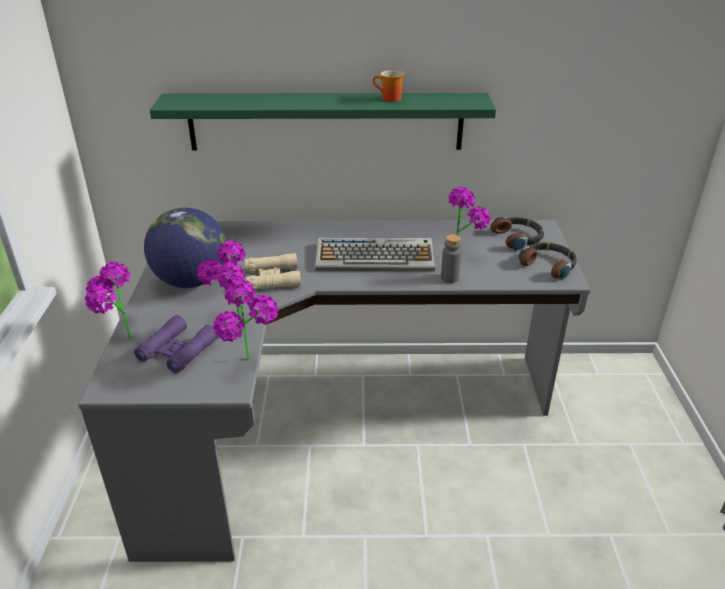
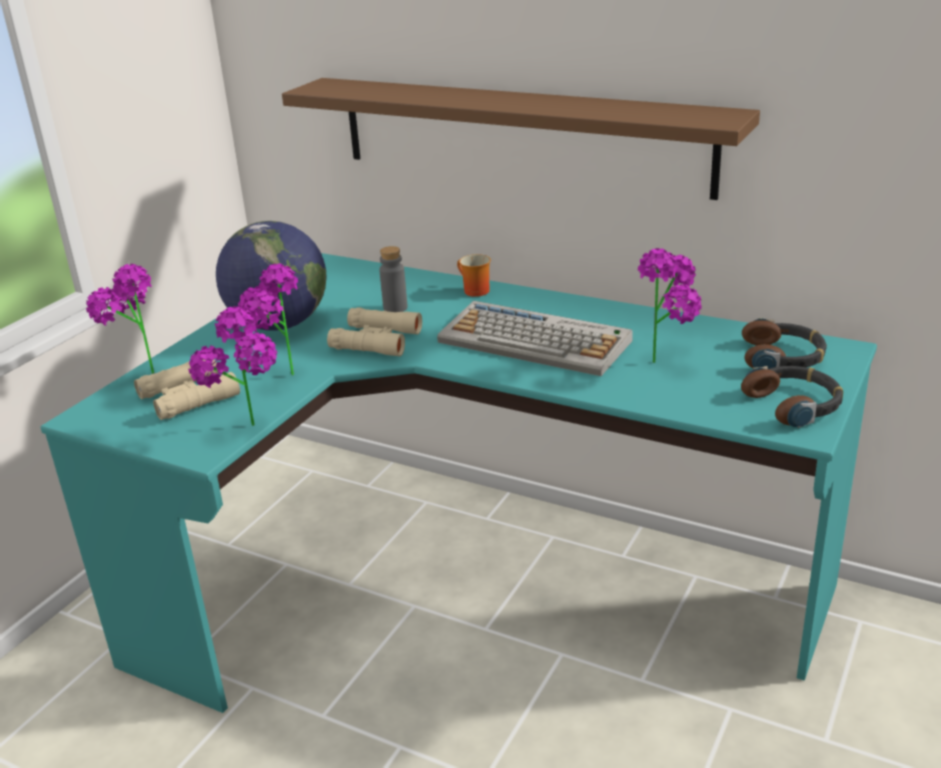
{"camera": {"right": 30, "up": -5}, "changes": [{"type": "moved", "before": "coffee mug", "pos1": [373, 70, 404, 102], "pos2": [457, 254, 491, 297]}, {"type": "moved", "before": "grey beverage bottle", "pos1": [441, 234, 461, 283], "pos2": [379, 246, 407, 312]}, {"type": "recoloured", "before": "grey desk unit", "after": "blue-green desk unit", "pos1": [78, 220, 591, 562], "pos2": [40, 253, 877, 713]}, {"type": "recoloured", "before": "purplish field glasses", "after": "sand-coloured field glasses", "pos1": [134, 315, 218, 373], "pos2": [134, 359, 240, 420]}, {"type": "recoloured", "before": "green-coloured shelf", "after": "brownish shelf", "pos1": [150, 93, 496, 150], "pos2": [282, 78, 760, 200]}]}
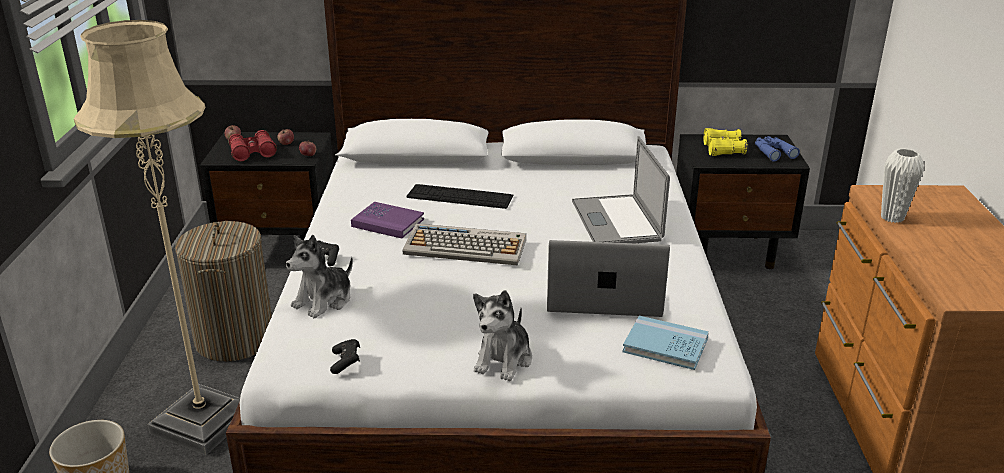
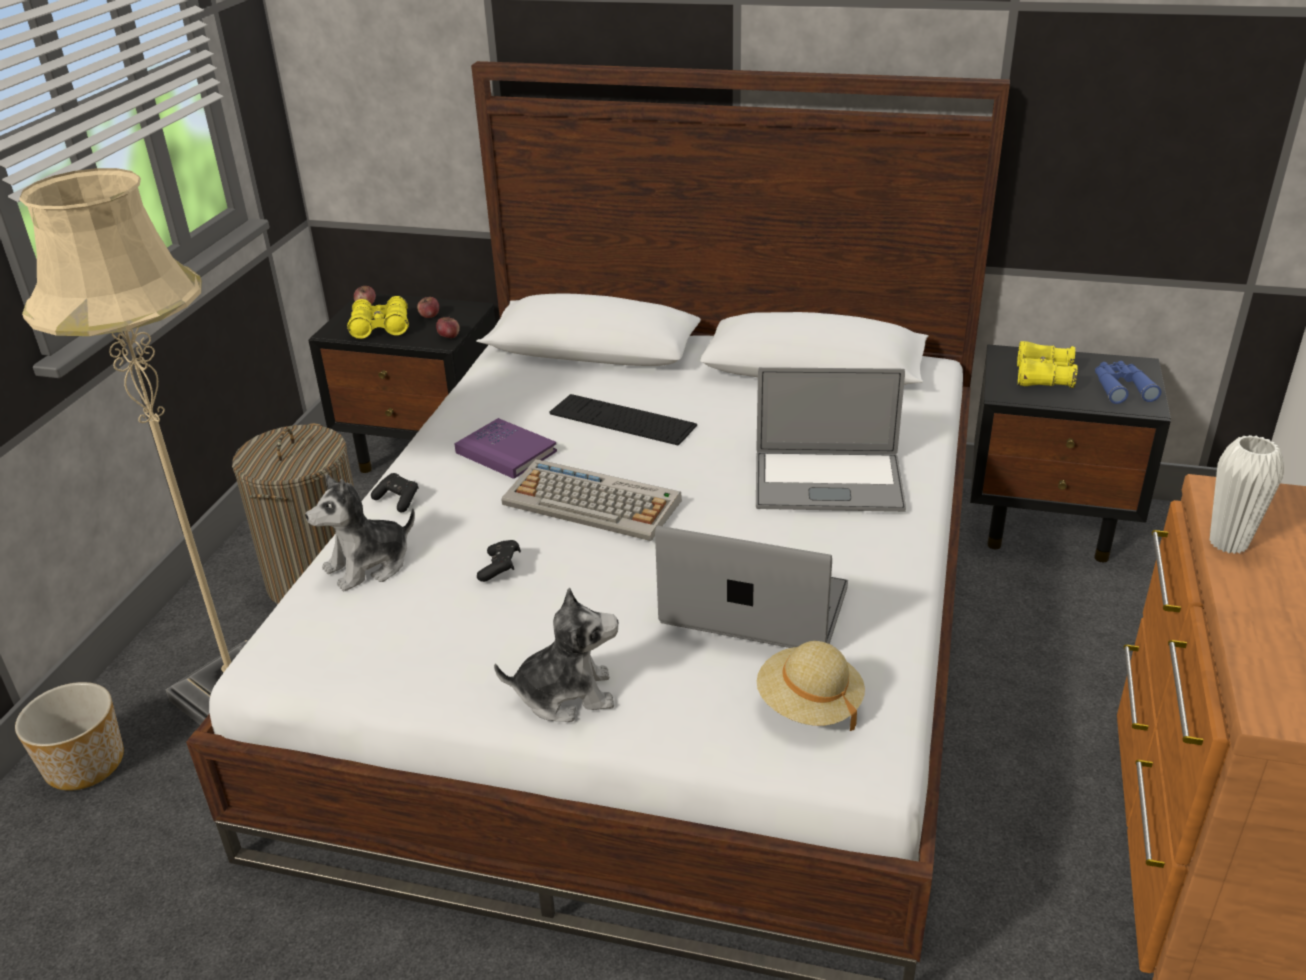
{"camera": {"right": 15, "up": 5}, "changes": [{"type": "moved", "before": "blackish gamepad", "pos1": [330, 339, 360, 374], "pos2": [477, 540, 521, 582]}, {"type": "replaced", "before": "blue volume", "after": "sand-coloured wearable hat", "pos1": [622, 316, 709, 370], "pos2": [757, 641, 865, 731]}, {"type": "recoloured", "before": "reddish field glasses", "after": "yellow-coloured field glasses", "pos1": [228, 130, 277, 162], "pos2": [347, 296, 409, 339]}, {"type": "turned", "before": "cuddly toy", "pos1": [473, 290, 532, 381], "pos2": [494, 588, 618, 722], "turn": -135}, {"type": "turned", "before": "notebook computer", "pos1": [572, 136, 670, 243], "pos2": [756, 367, 906, 512], "turn": -90}]}
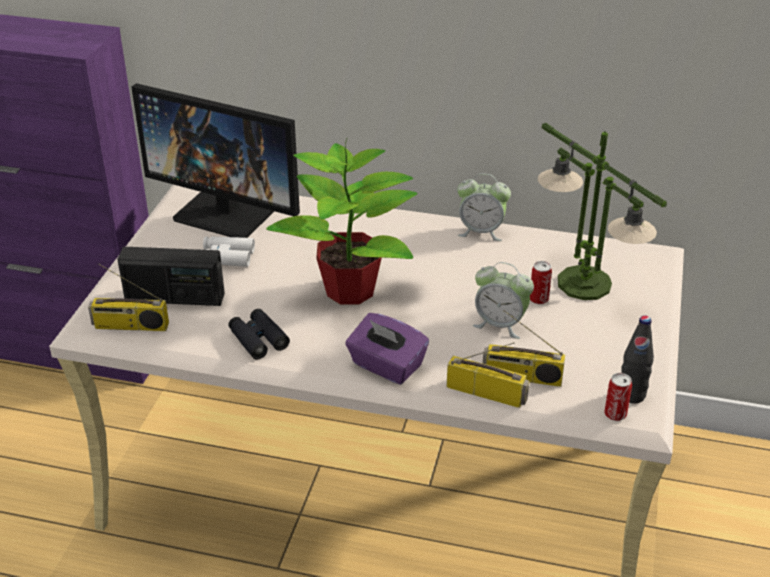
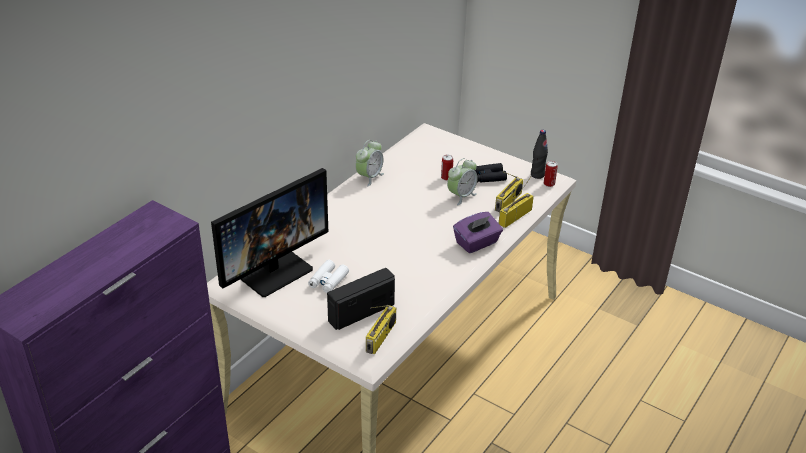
{"camera": {"right": -70, "up": 0}, "changes": [{"type": "removed", "before": "potted plant", "pos1": [266, 137, 418, 305]}, {"type": "removed", "before": "lamp for a table", "pos1": [538, 123, 667, 300]}, {"type": "moved", "before": "blackish field glasses", "pos1": [228, 309, 290, 359], "pos2": [475, 163, 507, 183]}, {"type": "turned", "before": "radio", "pos1": [117, 247, 225, 306], "pos2": [327, 268, 395, 330], "turn": -150}]}
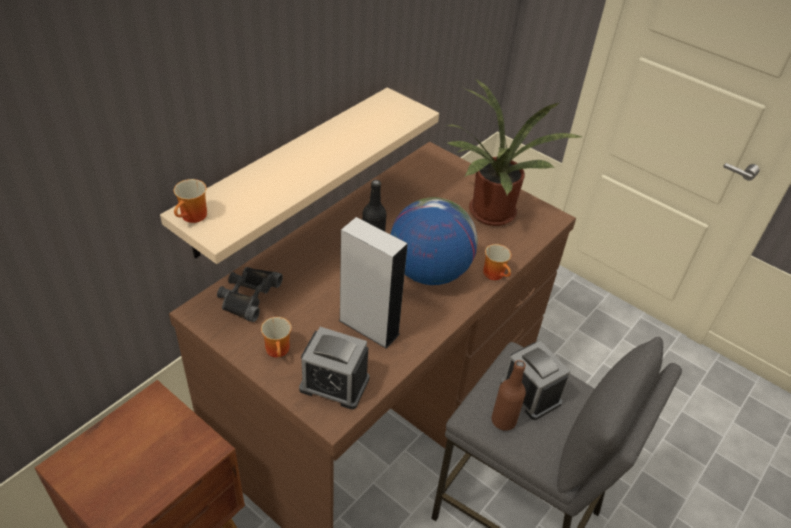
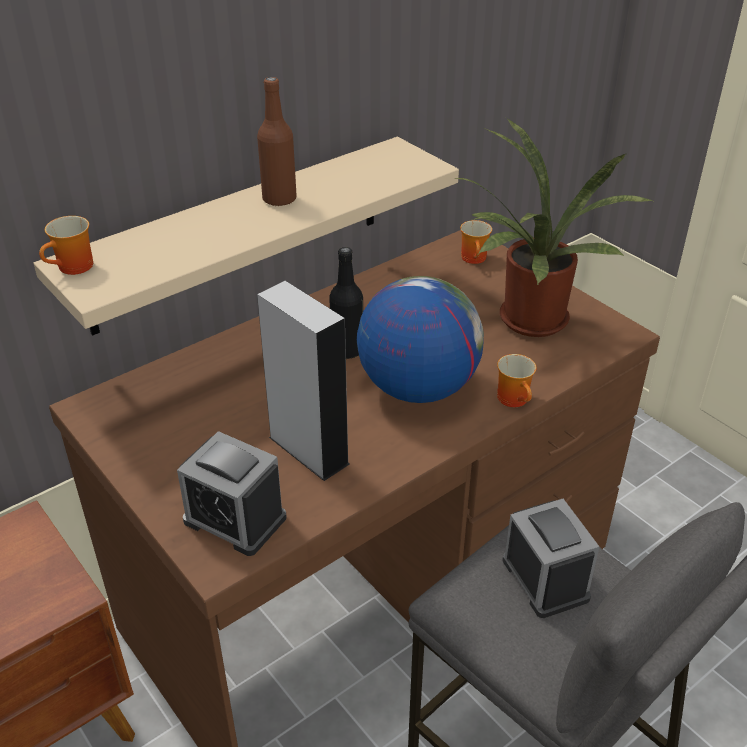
{"camera": {"right": 15, "up": -5}, "changes": [{"type": "removed", "before": "blackish field glasses", "pos1": [217, 267, 283, 322]}, {"type": "moved", "before": "coffee mug", "pos1": [261, 317, 292, 357], "pos2": [460, 220, 492, 264]}, {"type": "moved", "before": "brownish beverage bottle", "pos1": [491, 360, 526, 431], "pos2": [257, 77, 297, 207]}]}
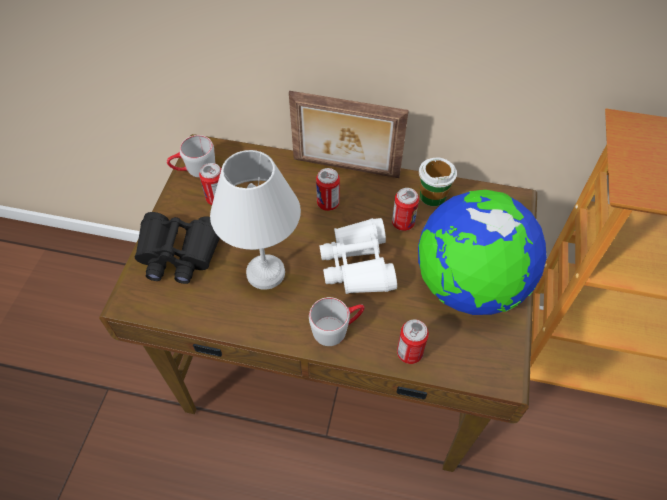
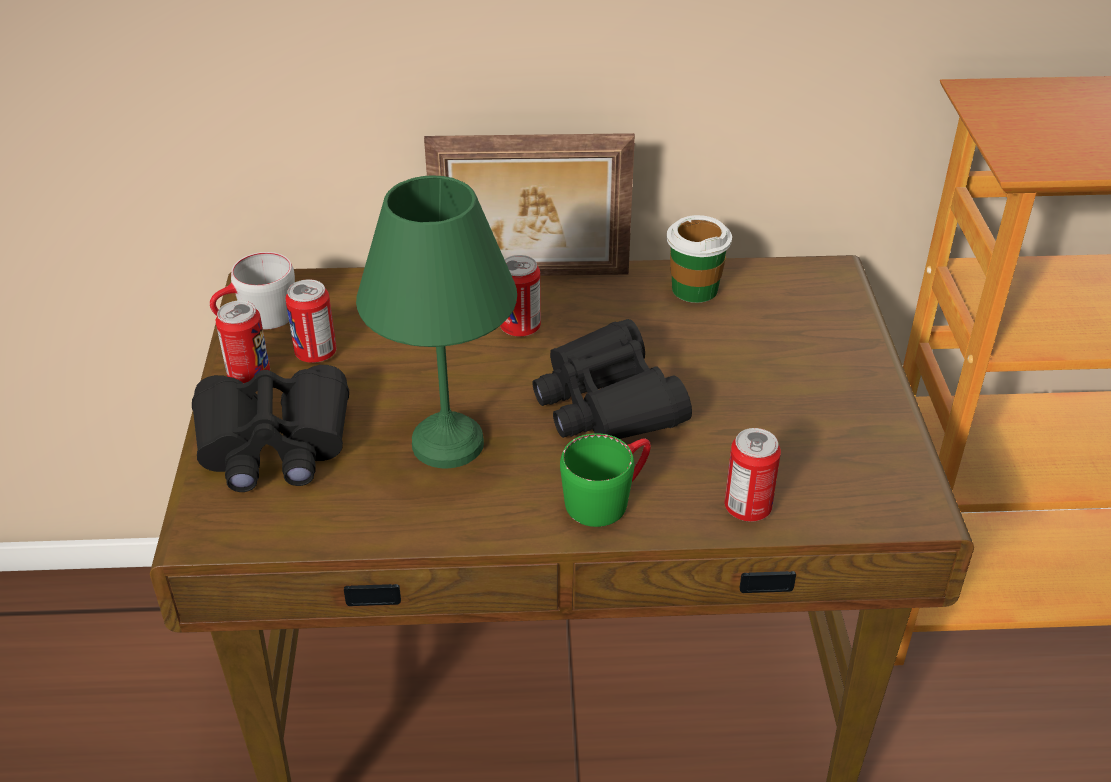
{"camera": {"right": -15, "up": -15}, "changes": [{"type": "removed", "before": "world globe", "pos1": [418, 190, 547, 315]}, {"type": "moved", "before": "sealed can", "pos1": [392, 188, 419, 231], "pos2": [216, 300, 270, 383]}, {"type": "recoloured", "before": "white-coloured lamp for a table", "after": "green-coloured lamp for a table", "pos1": [210, 150, 301, 290], "pos2": [356, 175, 517, 469]}, {"type": "recoloured", "before": "grey coffee mug", "after": "green-coloured coffee mug", "pos1": [309, 297, 365, 346], "pos2": [560, 433, 651, 527]}, {"type": "recoloured", "before": "white-coloured field glasses", "after": "blackish field glasses", "pos1": [319, 218, 397, 294], "pos2": [532, 319, 692, 439]}]}
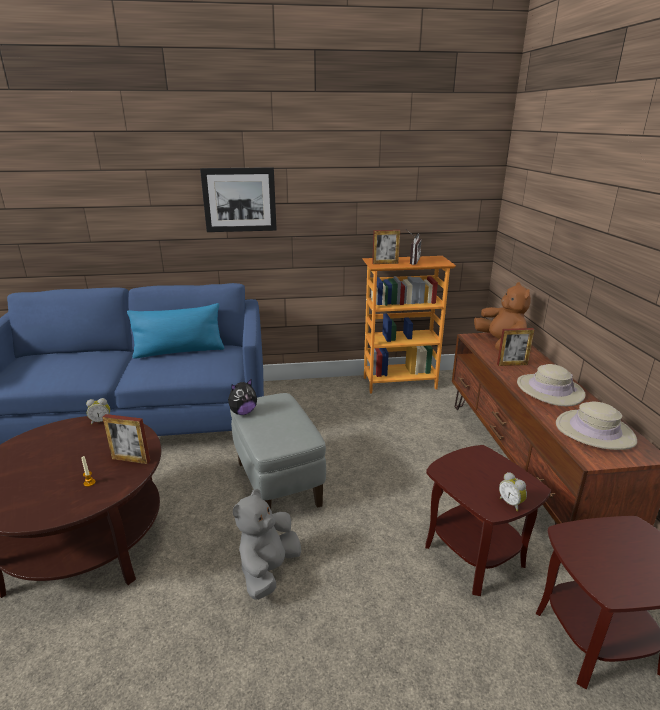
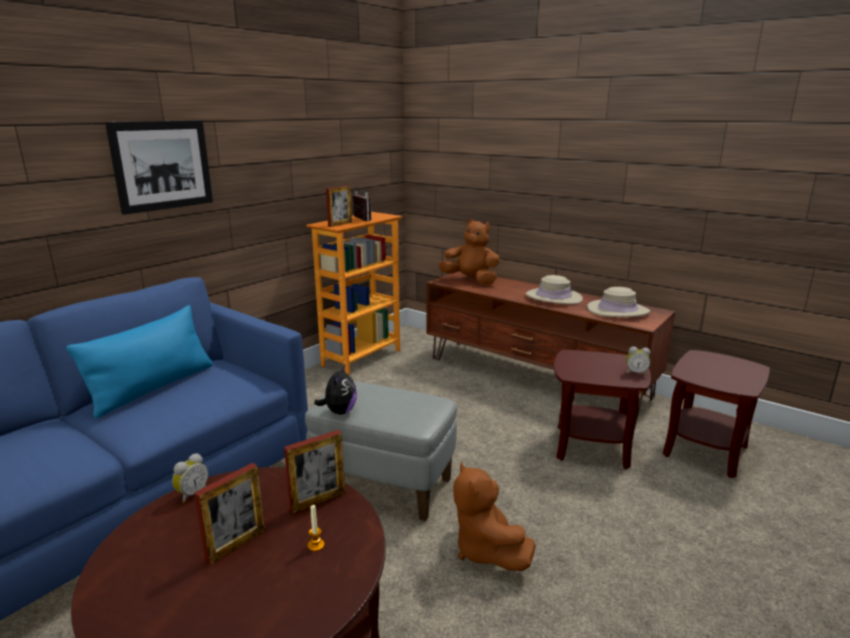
{"camera": {"right": -45, "up": -5}, "changes": [{"type": "moved", "before": "standing frame", "pos1": [497, 328, 535, 366], "pos2": [194, 463, 265, 565]}, {"type": "recoloured", "before": "grey cuddly toy", "after": "brownish cuddly toy", "pos1": [233, 489, 301, 600], "pos2": [453, 462, 536, 571]}]}
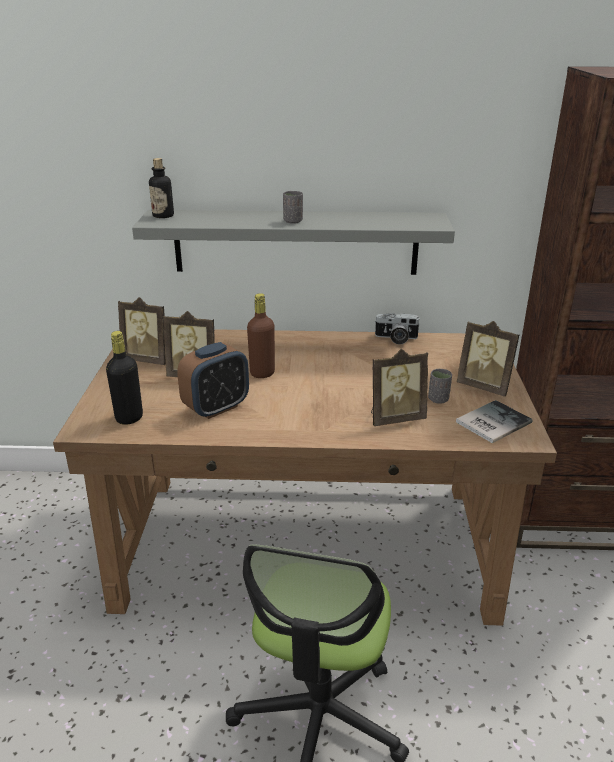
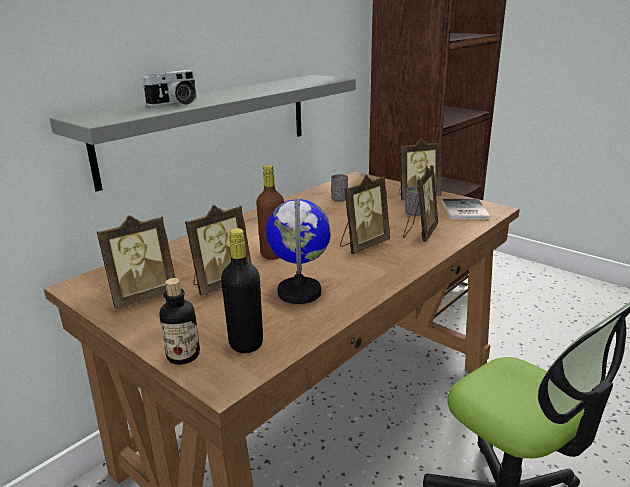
{"camera": {"right": -50, "up": -5}, "changes": [{"type": "added", "after": "standing frame", "pos2": [340, 175, 390, 254]}, {"type": "moved", "before": "beverage bottle", "pos1": [149, 158, 174, 218], "pos2": [160, 278, 200, 365]}, {"type": "moved", "before": "grey cup", "pos1": [283, 191, 303, 224], "pos2": [331, 174, 348, 202]}, {"type": "moved", "before": "still camera", "pos1": [374, 313, 421, 344], "pos2": [142, 70, 197, 106]}, {"type": "replaced", "before": "table clock", "after": "world globe", "pos1": [177, 342, 249, 419], "pos2": [266, 198, 331, 304]}]}
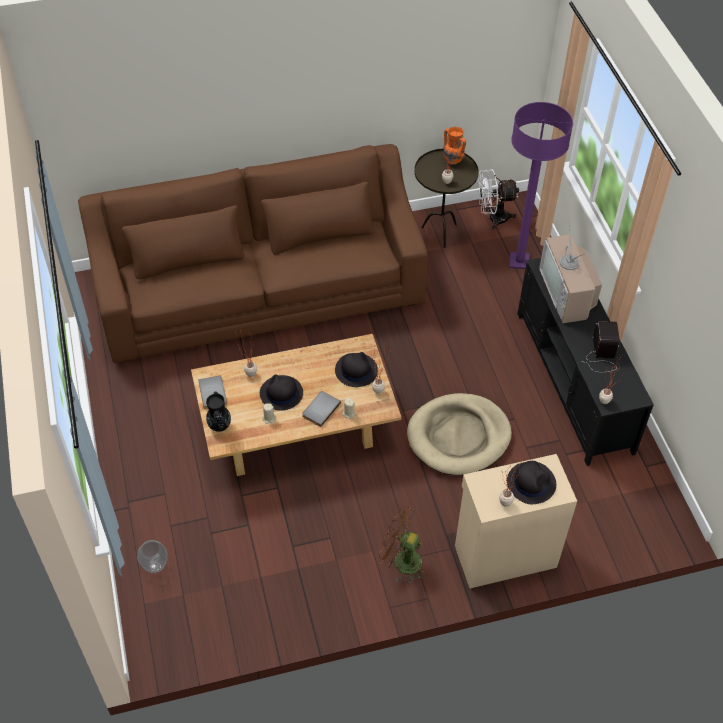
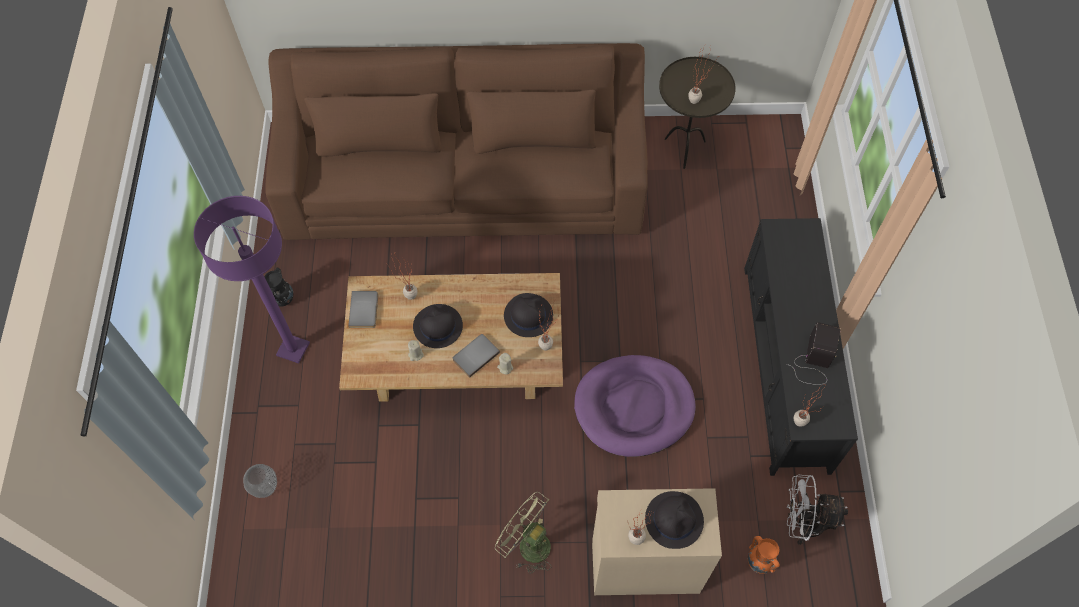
{"camera": {"right": 15, "up": 10}, "changes": [{"type": "removed", "before": "television", "pos1": [539, 223, 602, 323]}, {"type": "moved", "before": "blackish decorative vase", "pos1": [206, 392, 231, 432], "pos2": [264, 268, 293, 306]}, {"type": "moved", "before": "orange decorative vase", "pos1": [443, 127, 466, 165], "pos2": [747, 536, 780, 574]}, {"type": "moved", "before": "white-coloured cooling fan", "pos1": [478, 169, 519, 230], "pos2": [787, 475, 848, 545]}, {"type": "moved", "before": "purplish standing lamp", "pos1": [509, 102, 573, 269], "pos2": [194, 196, 310, 364]}, {"type": "recoloured", "before": "brownish cooling fan", "after": "green-coloured cooling fan", "pos1": [378, 505, 427, 584], "pos2": [495, 492, 552, 574]}, {"type": "recoloured", "before": "sand-coloured dog bed", "after": "purplish dog bed", "pos1": [407, 393, 512, 475], "pos2": [574, 355, 696, 457]}]}
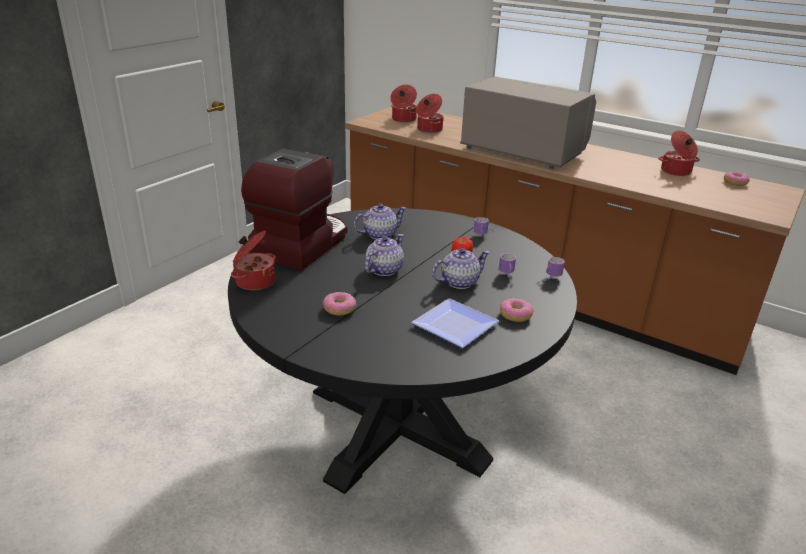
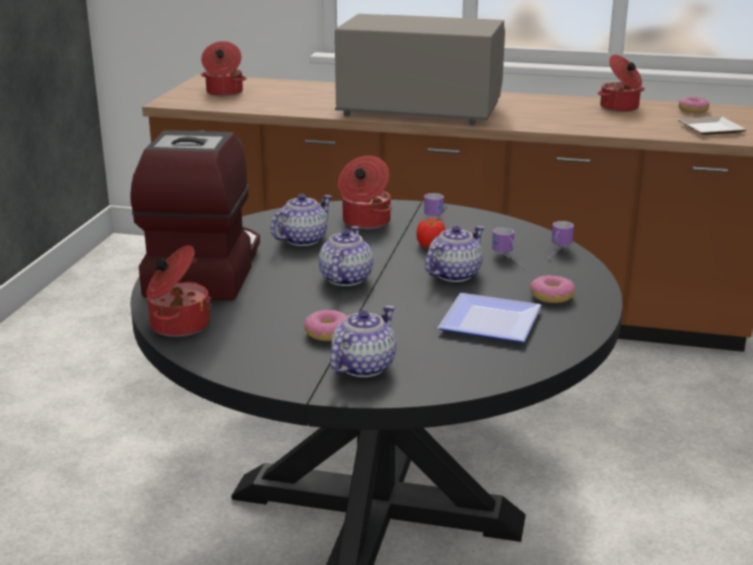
{"camera": {"right": -20, "up": -5}, "changes": [{"type": "added", "after": "teapot", "pos2": [330, 305, 396, 377]}, {"type": "added", "after": "flat dish", "pos2": [678, 116, 746, 135]}, {"type": "moved", "before": "stockpot", "pos1": [416, 94, 444, 133], "pos2": [338, 155, 392, 229]}]}
